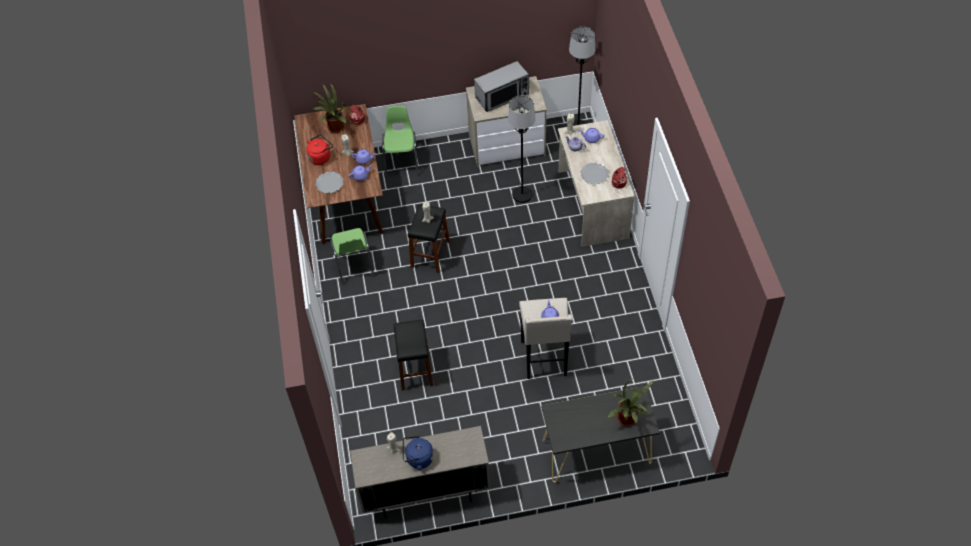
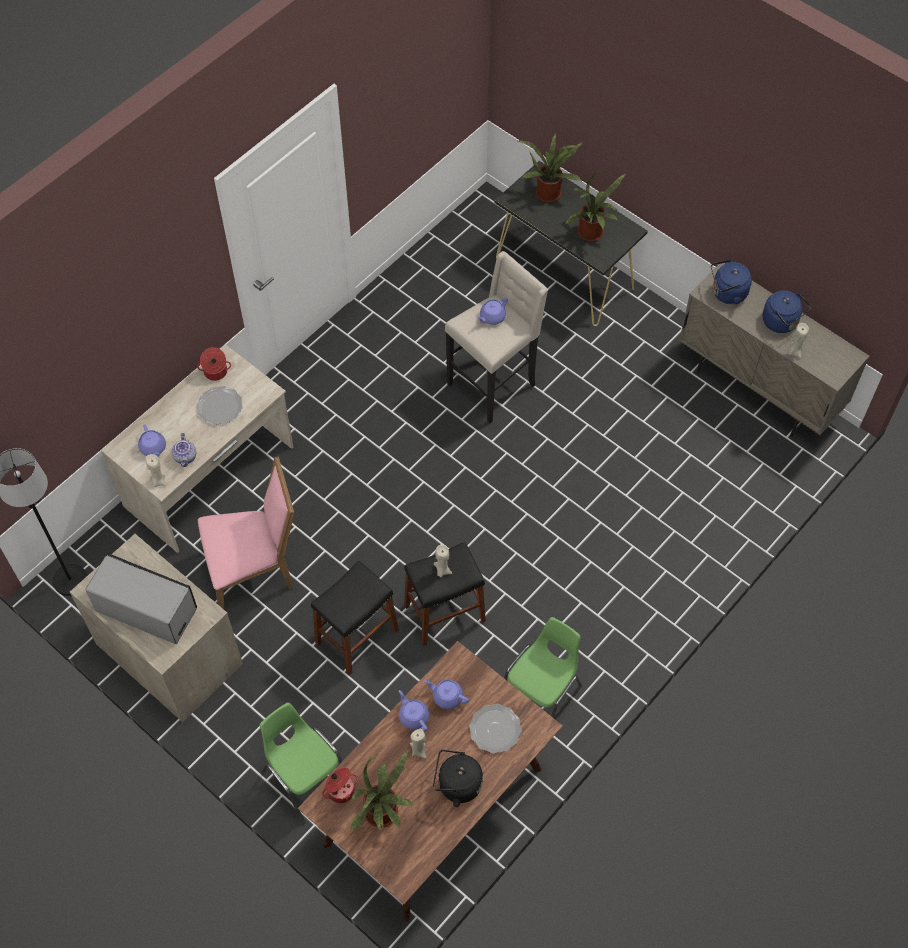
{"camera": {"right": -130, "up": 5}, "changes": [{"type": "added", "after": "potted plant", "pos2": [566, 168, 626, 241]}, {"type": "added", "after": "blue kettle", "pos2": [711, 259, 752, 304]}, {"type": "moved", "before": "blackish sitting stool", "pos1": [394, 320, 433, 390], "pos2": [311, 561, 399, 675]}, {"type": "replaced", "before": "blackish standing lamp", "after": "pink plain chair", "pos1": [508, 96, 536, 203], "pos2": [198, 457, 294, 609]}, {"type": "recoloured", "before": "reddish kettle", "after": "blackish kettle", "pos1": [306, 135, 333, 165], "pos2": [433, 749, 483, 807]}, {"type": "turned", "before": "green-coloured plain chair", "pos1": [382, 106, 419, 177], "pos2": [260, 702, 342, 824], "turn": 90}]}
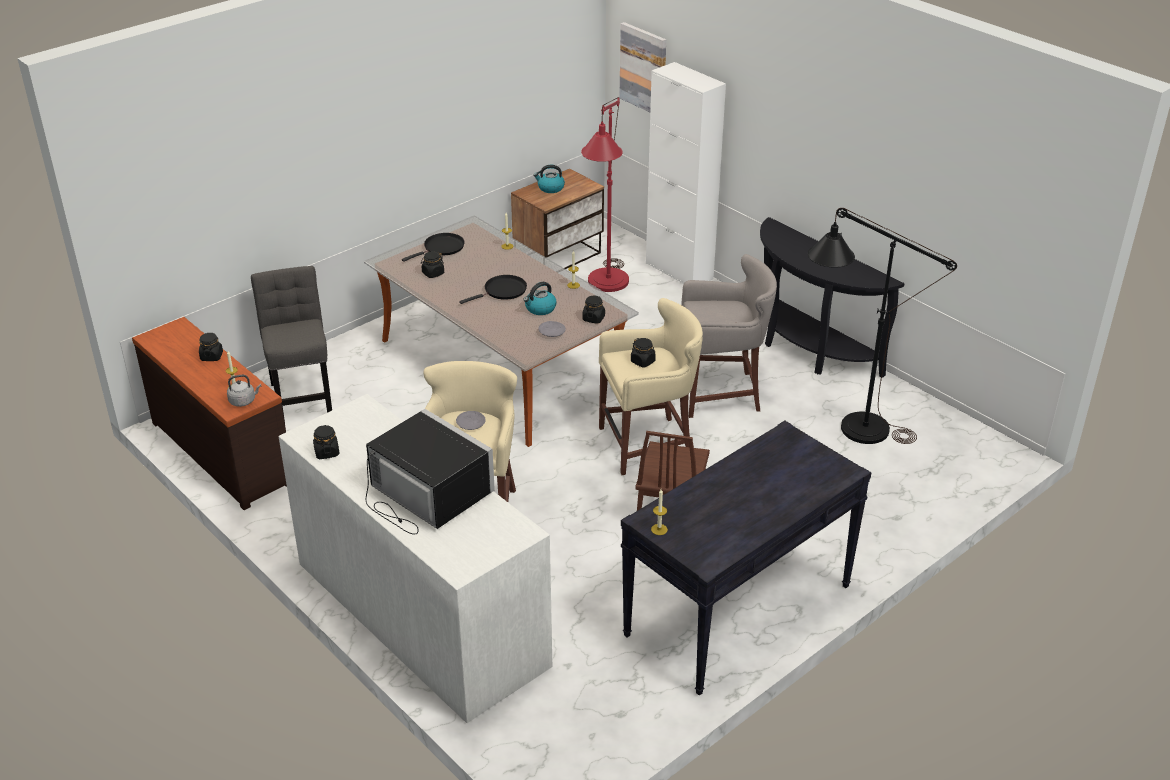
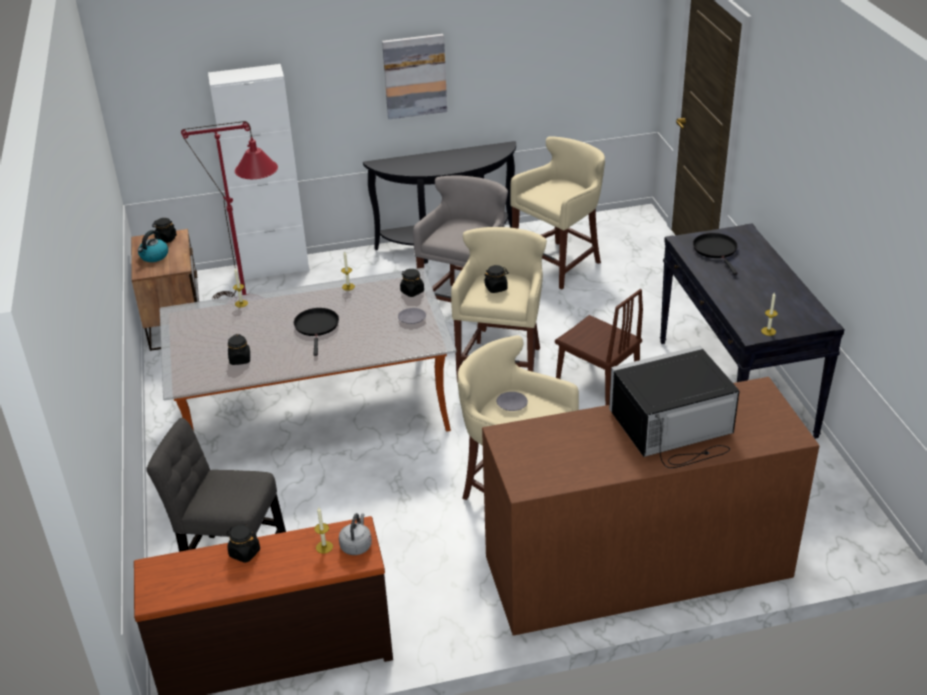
{"camera": {"right": -60, "up": 0}, "changes": [{"type": "removed", "before": "kettle", "pos1": [523, 282, 556, 315]}, {"type": "moved", "before": "blackish preserve jar", "pos1": [313, 425, 340, 459], "pos2": [152, 218, 177, 243]}, {"type": "moved", "before": "blackish pan", "pos1": [402, 233, 465, 262], "pos2": [693, 233, 738, 275]}, {"type": "moved", "before": "wall art", "pos1": [619, 22, 666, 112], "pos2": [382, 34, 447, 119]}, {"type": "replaced", "before": "blackish standing lamp", "after": "sand-coloured sitting stool", "pos1": [808, 208, 957, 444], "pos2": [510, 136, 605, 290]}, {"type": "recoloured", "before": "white-coloured dresser", "after": "brownish dresser", "pos1": [278, 394, 552, 723], "pos2": [482, 377, 820, 636]}]}
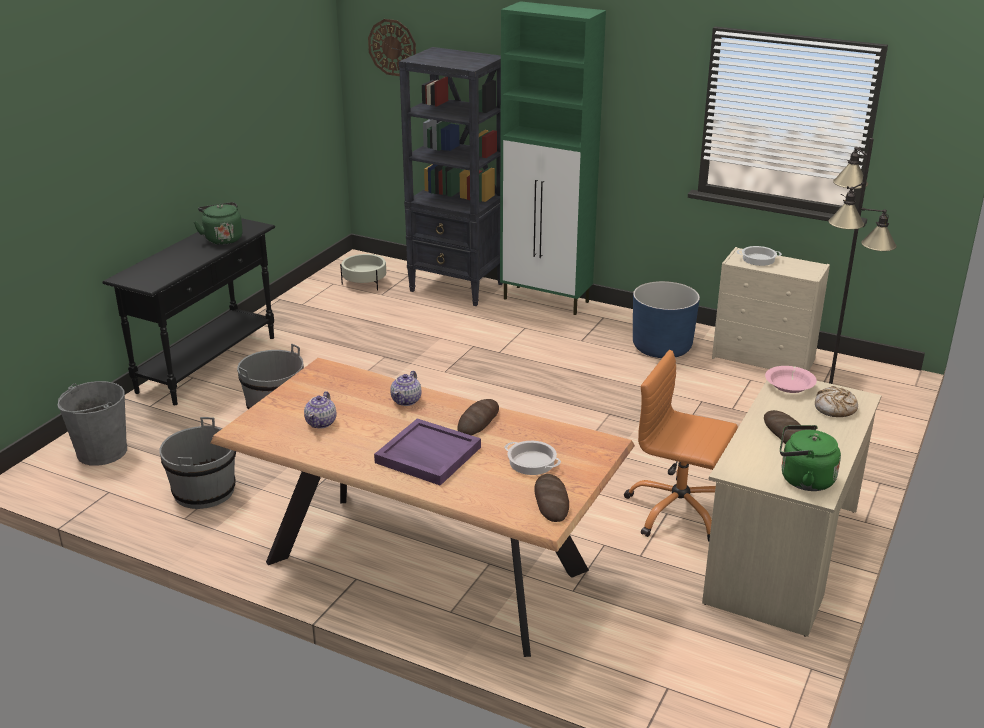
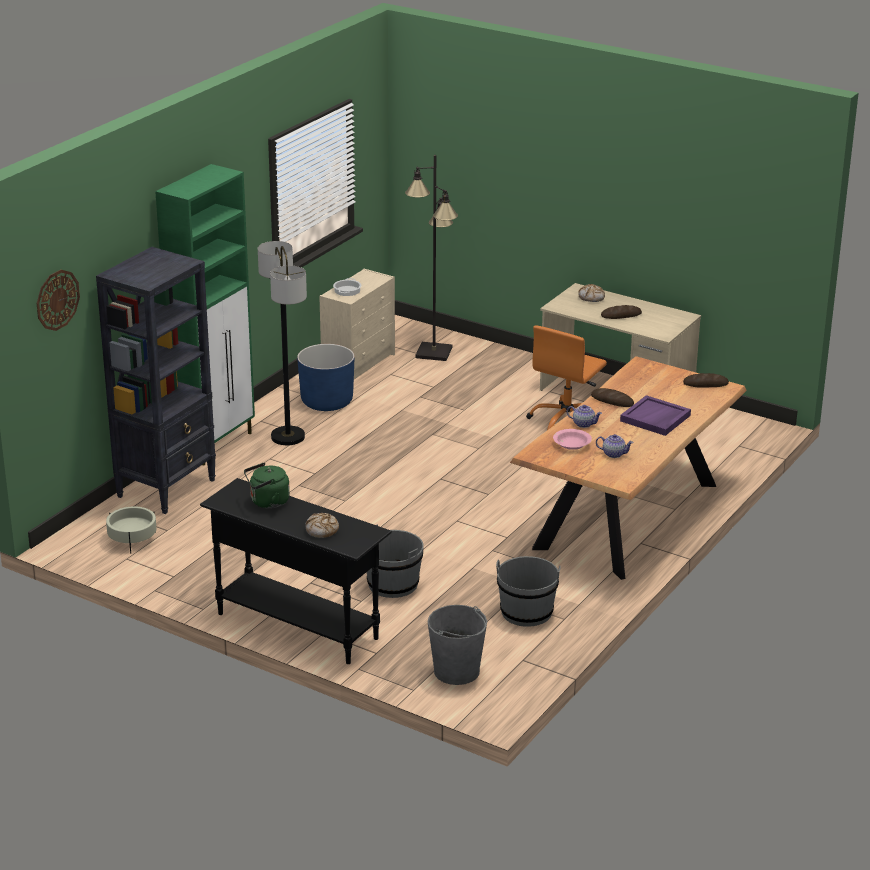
{"camera": {"right": -85, "up": 0}, "changes": [{"type": "removed", "before": "stockpot", "pos1": [504, 441, 561, 475]}, {"type": "removed", "before": "green-coloured kettle", "pos1": [780, 425, 841, 491]}, {"type": "added", "after": "standing lamp", "pos2": [258, 241, 307, 445]}, {"type": "added", "after": "bread", "pos2": [305, 513, 339, 538]}, {"type": "moved", "before": "pink serving bowl", "pos1": [765, 366, 817, 393], "pos2": [553, 429, 592, 450]}]}
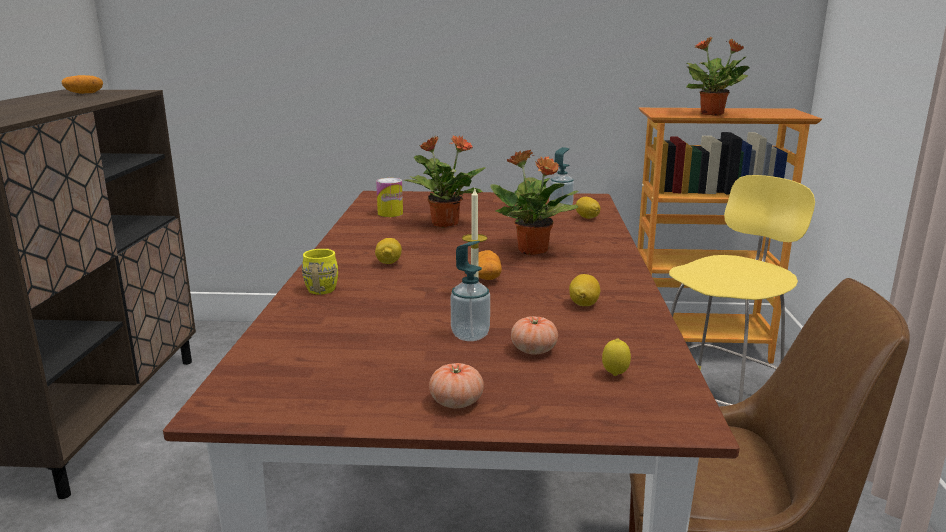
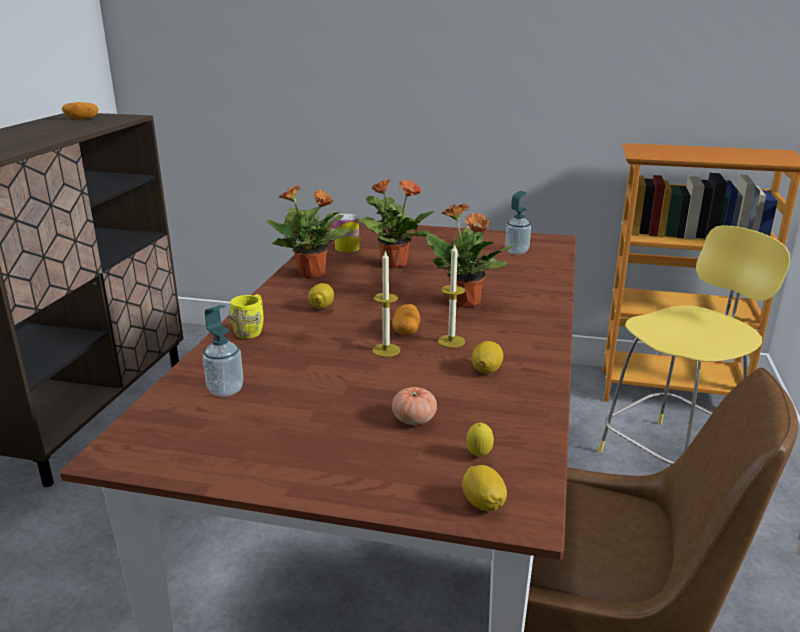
{"camera": {"right": 10, "up": 5}, "changes": [{"type": "removed", "before": "fresh tomato", "pos1": [429, 363, 484, 408]}, {"type": "added", "after": "candle", "pos2": [438, 245, 465, 348]}, {"type": "moved", "before": "soap bottle", "pos1": [451, 241, 490, 341], "pos2": [203, 305, 243, 397]}, {"type": "moved", "before": "citrus fruit", "pos1": [576, 197, 601, 219], "pos2": [462, 465, 507, 511]}, {"type": "moved", "before": "potted plant", "pos1": [686, 37, 749, 116], "pos2": [266, 184, 351, 278]}]}
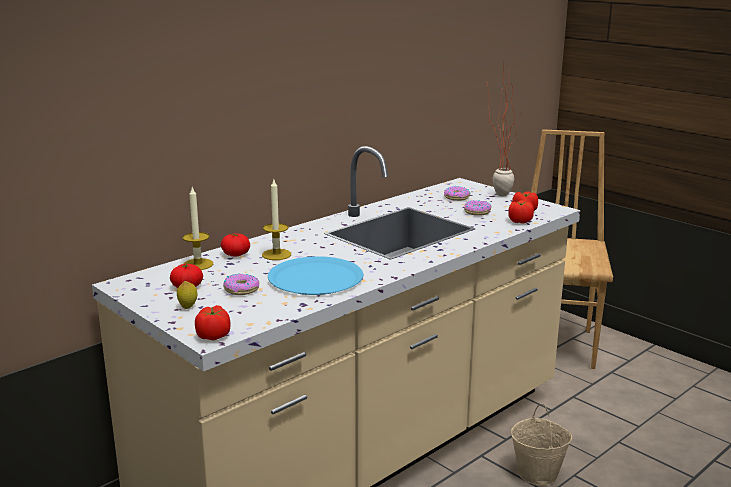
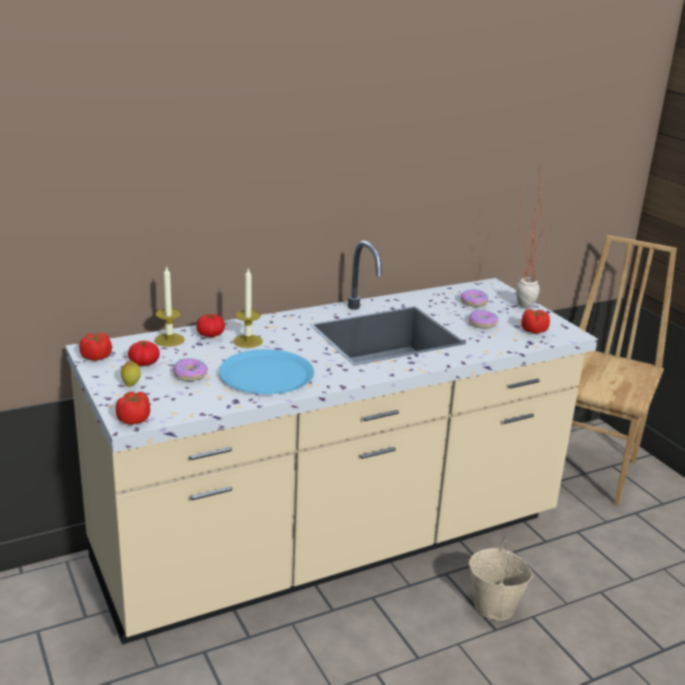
{"camera": {"right": 15, "up": 5}, "changes": [{"type": "moved", "before": "fresh tomato", "pos1": [508, 200, 534, 224], "pos2": [79, 333, 112, 361]}]}
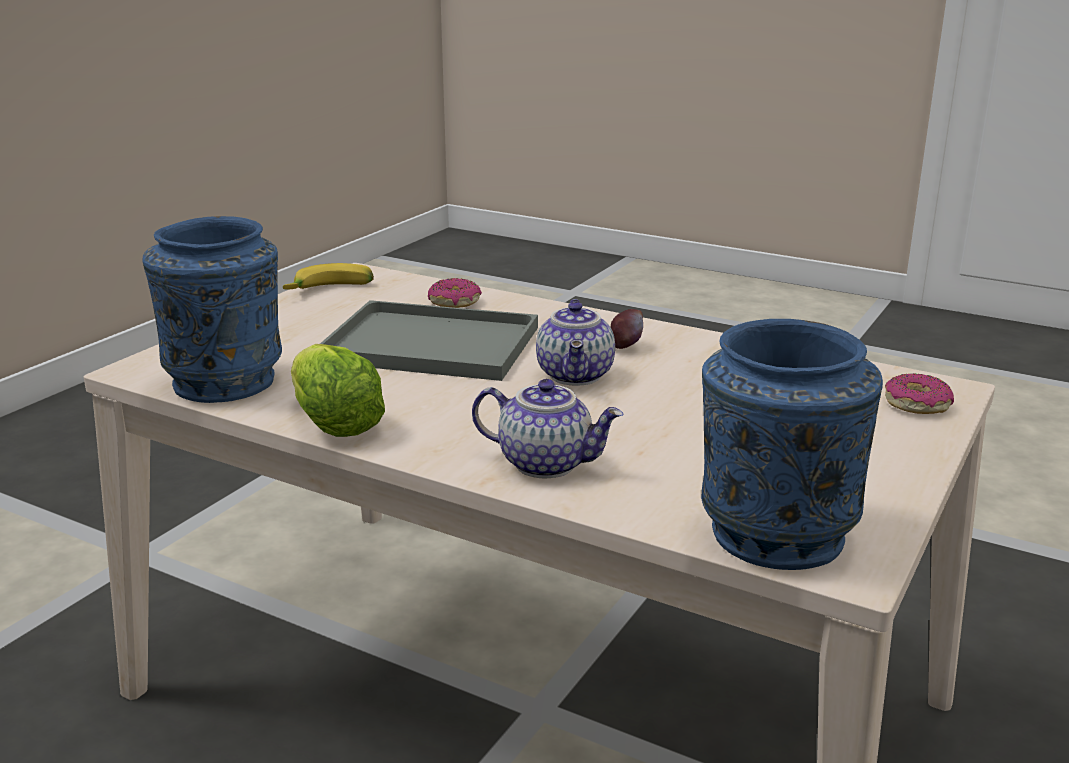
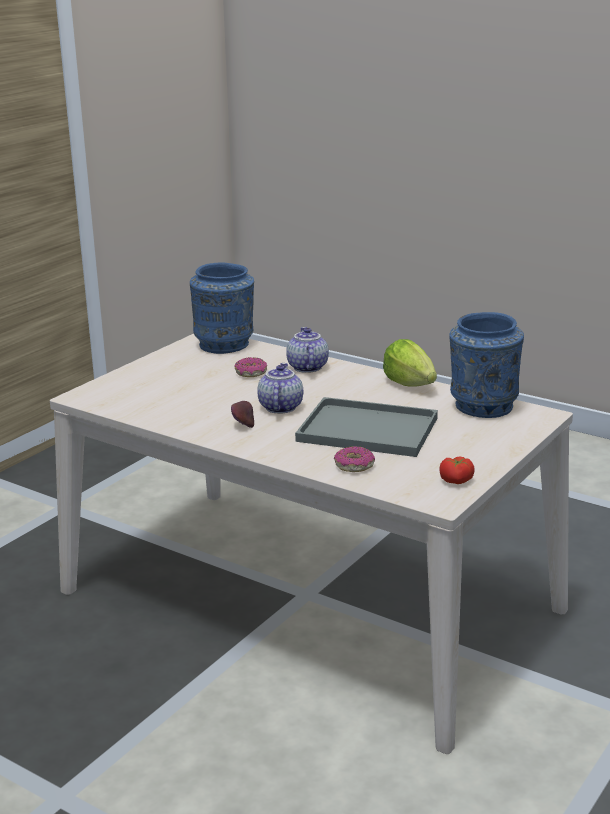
{"camera": {"right": -175, "up": 0}, "changes": [{"type": "moved", "before": "ring doughnut", "pos1": [885, 374, 954, 414], "pos2": [234, 357, 267, 377]}, {"type": "replaced", "before": "whole banana", "after": "fresh tomato", "pos1": [283, 263, 374, 290], "pos2": [439, 457, 475, 484]}, {"type": "turned", "before": "teapot", "pos1": [472, 379, 624, 478], "pos2": [286, 327, 329, 373], "turn": 60}]}
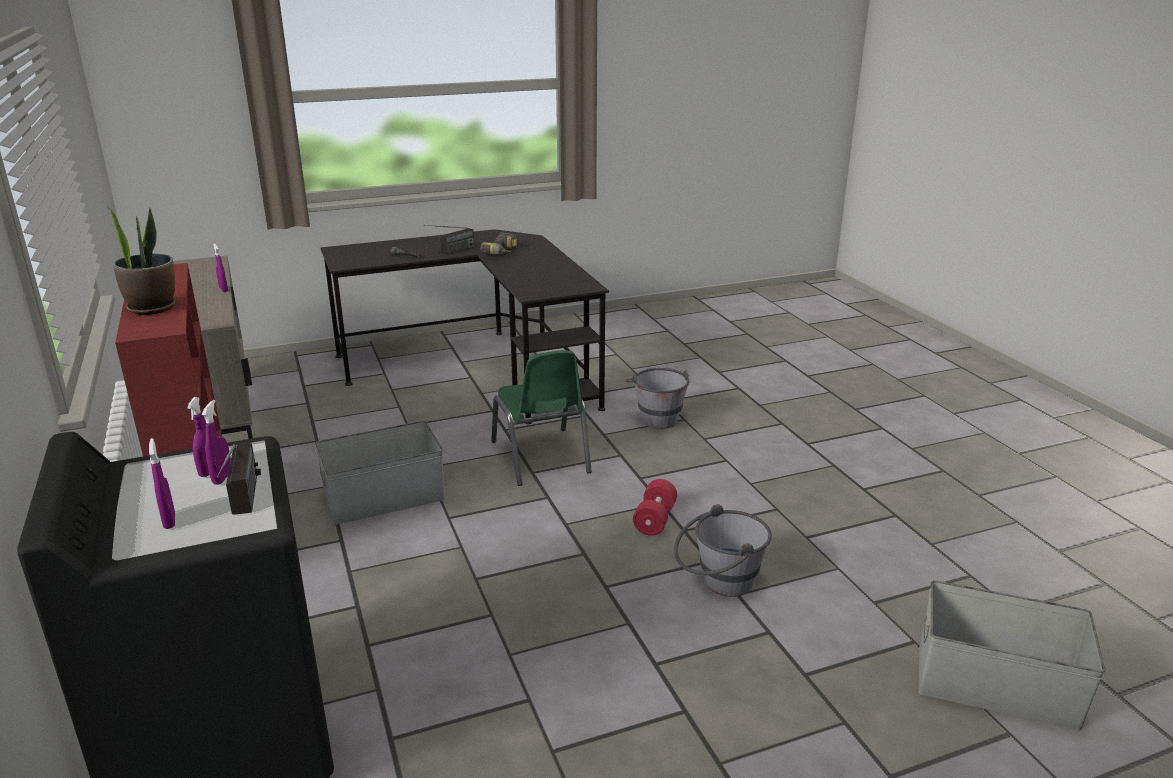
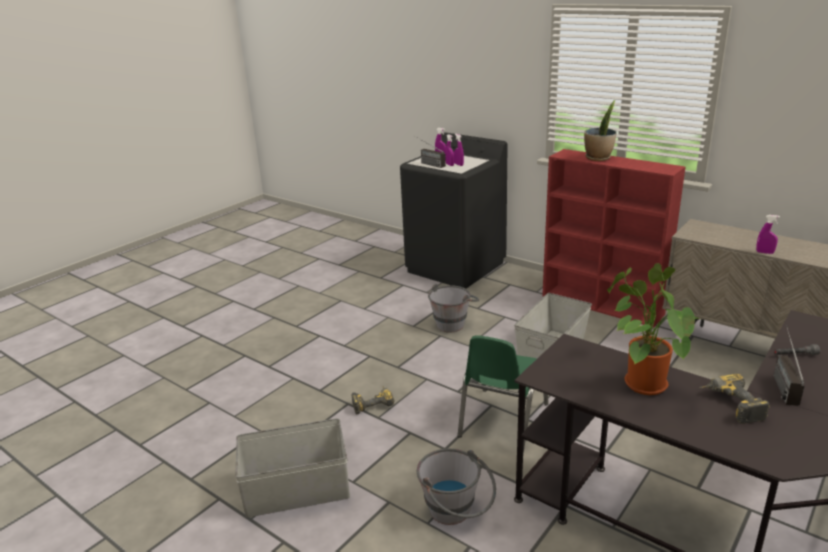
{"camera": {"right": 150, "up": 0}, "changes": [{"type": "added", "after": "potted plant", "pos2": [607, 263, 699, 395]}, {"type": "moved", "before": "grey pail", "pos1": [674, 504, 772, 597], "pos2": [428, 284, 479, 332]}, {"type": "moved", "before": "grey storage box", "pos1": [918, 580, 1105, 730], "pos2": [235, 418, 350, 518]}, {"type": "replaced", "before": "reddish free weight", "after": "power drill", "pos1": [633, 479, 677, 536], "pos2": [352, 386, 394, 414]}, {"type": "turned", "before": "green-coloured plain chair", "pos1": [491, 350, 592, 486], "pos2": [457, 336, 549, 453], "turn": -105}]}
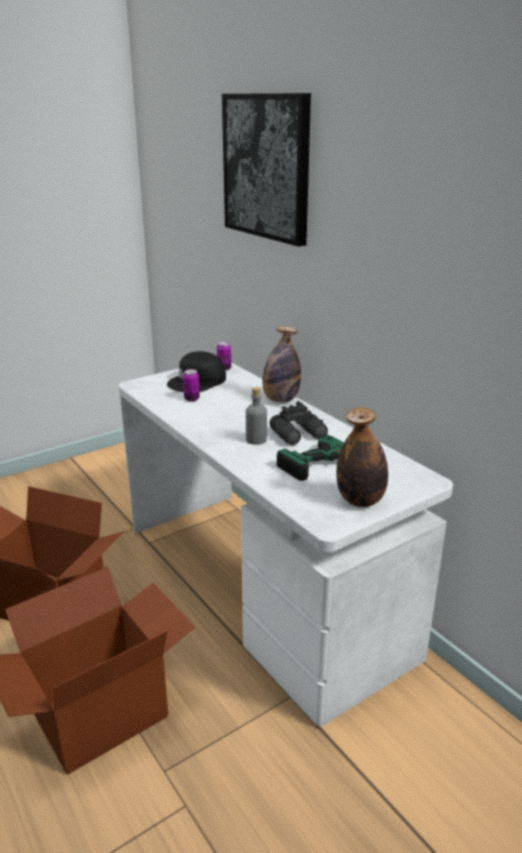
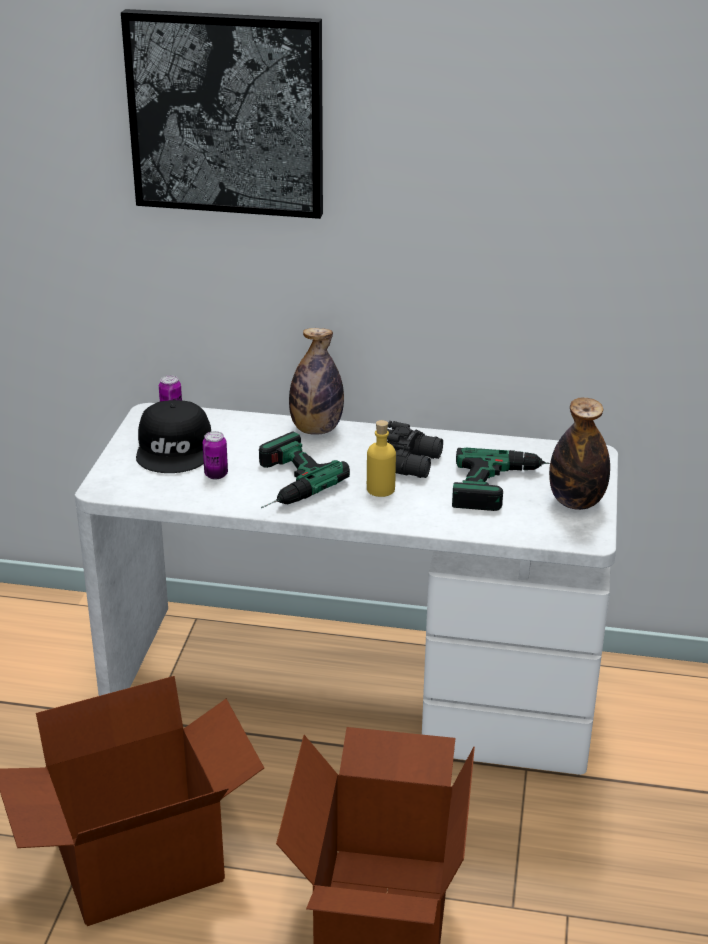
{"camera": {"right": -45, "up": 5}, "changes": [{"type": "added", "after": "power drill", "pos2": [259, 431, 350, 508]}, {"type": "recoloured", "before": "grey beverage bottle", "after": "yellow-coloured beverage bottle", "pos1": [246, 387, 267, 445], "pos2": [367, 420, 396, 497]}]}
